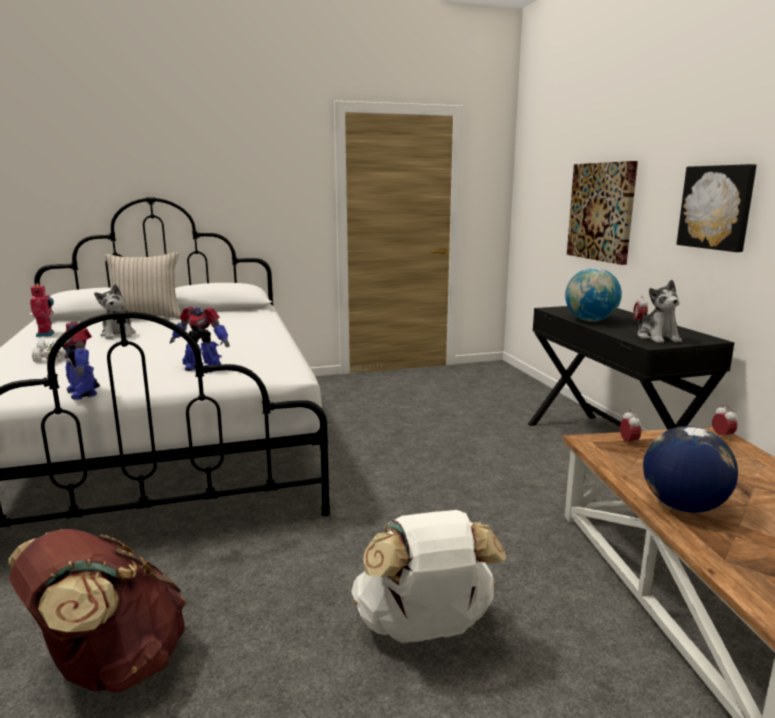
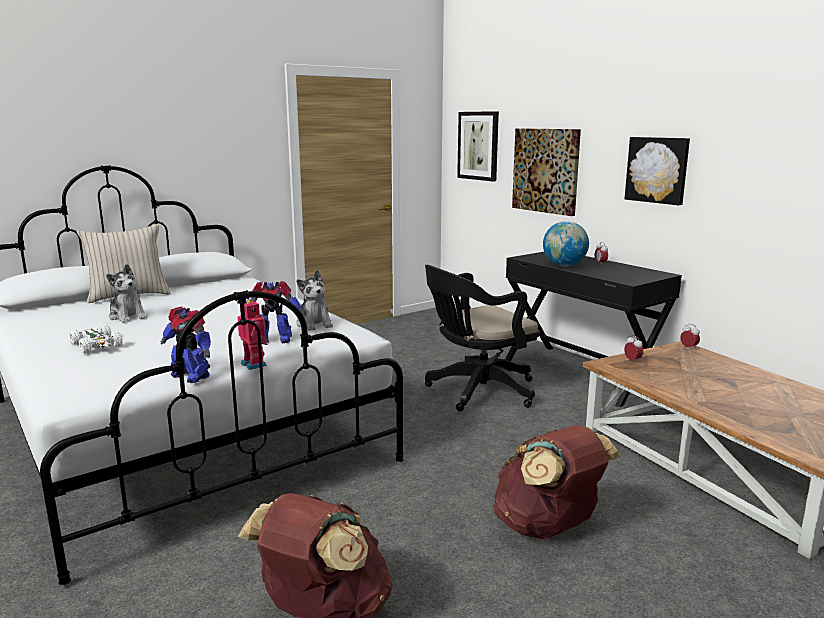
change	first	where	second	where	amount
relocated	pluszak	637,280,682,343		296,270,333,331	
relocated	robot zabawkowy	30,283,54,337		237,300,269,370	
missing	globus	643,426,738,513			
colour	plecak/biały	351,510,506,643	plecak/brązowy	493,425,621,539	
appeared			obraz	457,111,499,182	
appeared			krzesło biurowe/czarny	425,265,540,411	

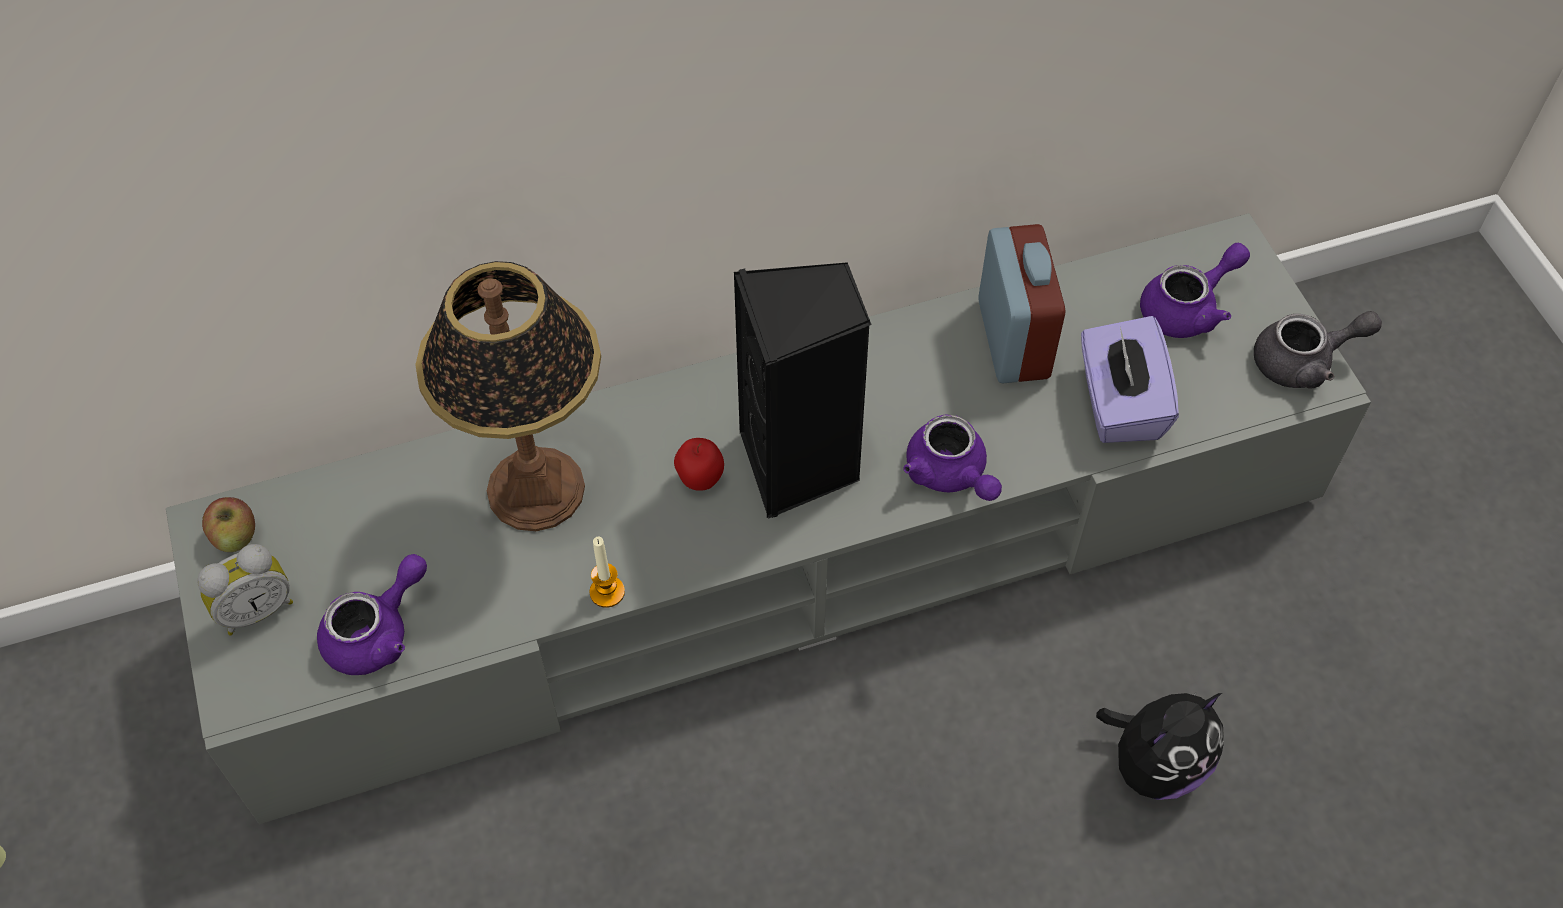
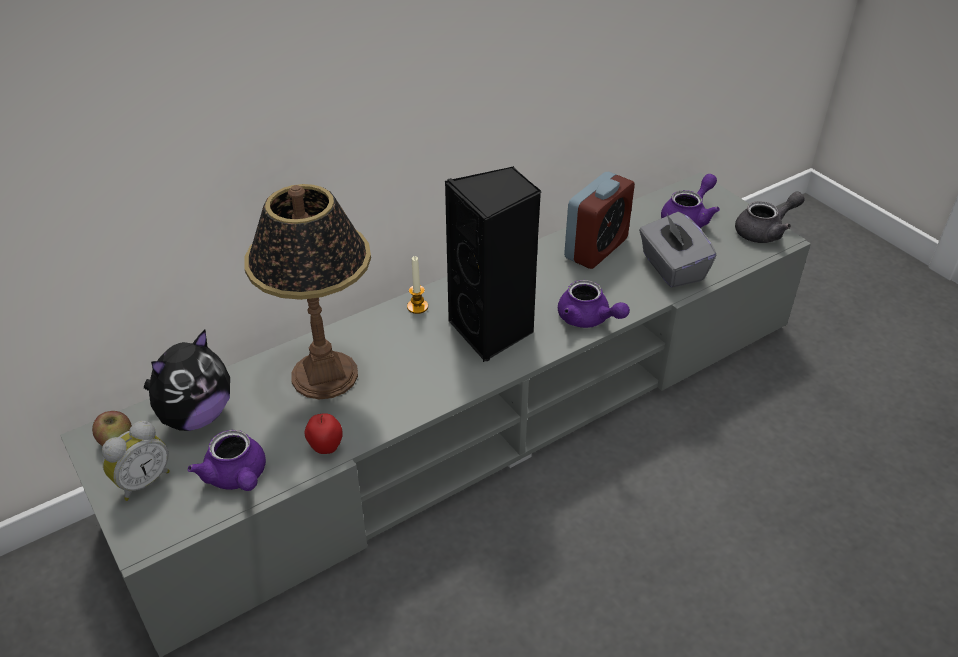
change	first	where	second	where	amount
spun	budzik	979,224,1065,384		564,172,635,269	60 degrees clockwise
colour	pudełko chusteczek/fioletowy	1081,316,1179,443	pudełko chusteczek/szary	639,212,716,288	
relocated	jabłko	674,438,724,491		305,413,343,454	
relocated	świeca	589,537,625,608		407,256,428,314	
spun	imbryk/fioletowy	317,554,427,675		188,430,266,491	120 degrees clockwise
relocated	pluszak	1096,692,1224,800		144,330,230,431	

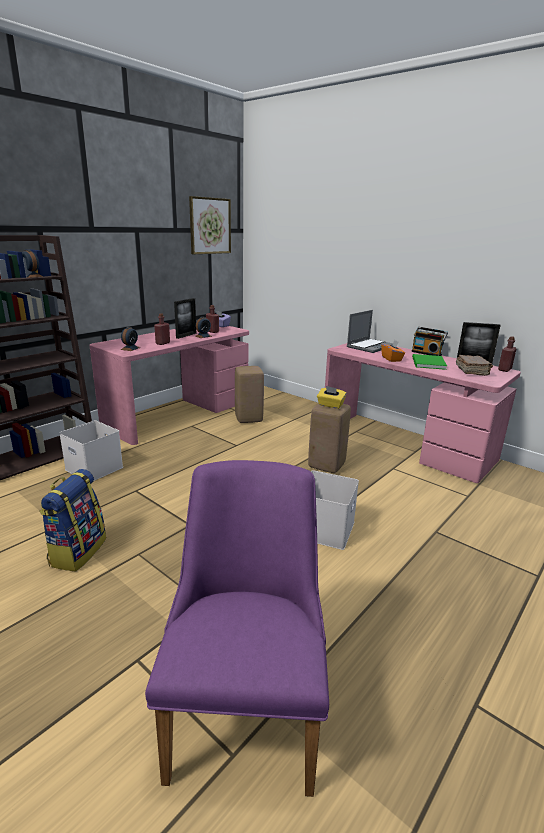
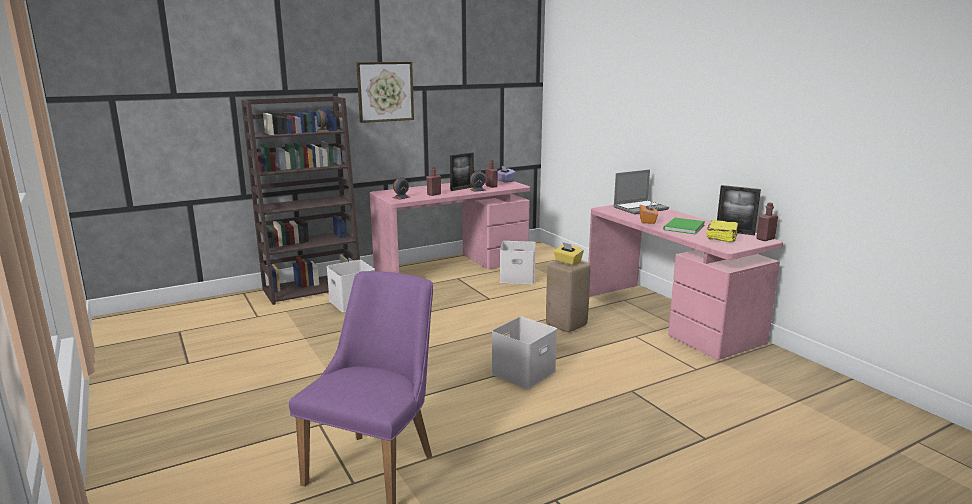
change	first	where	second	where	amount
relocated	obraz	189,196,231,254		356,62,414,123	
missing	radio	411,327,448,356			
colour	książka/brązowy	456,355,493,376	książka/żółty	707,220,738,242	
exchanged	stołek/beżowy	235,366,264,423	pojemnik do przechowywania/biały	500,241,536,284	
missing	plecak	40,469,106,571			

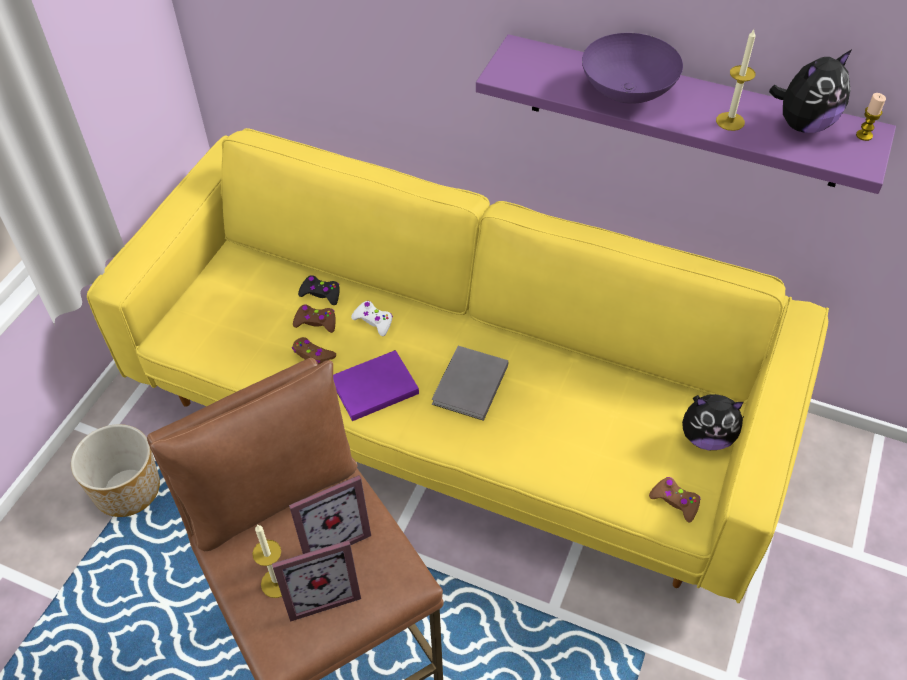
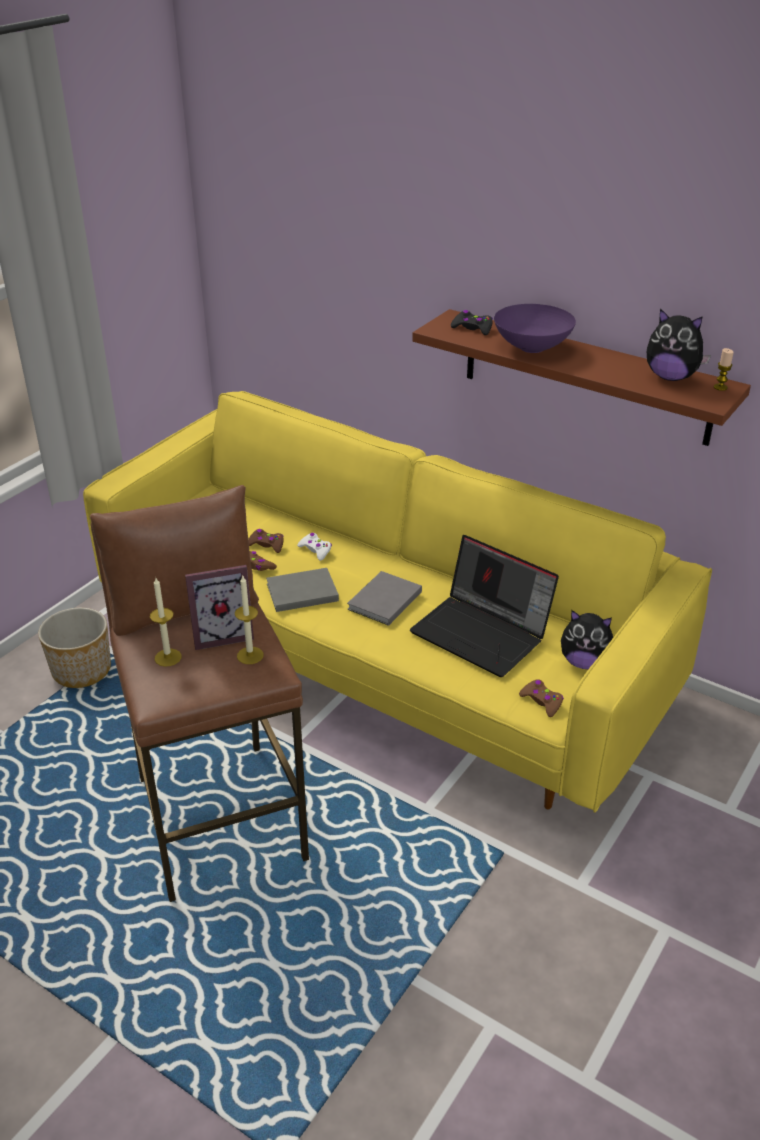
change	first	where	second	where	amount
relocated	świeca	716,30,756,131		235,576,264,664	
colour	półka/fioletowy	476,34,896,194	półka/brązowy	412,309,751,446	
spun	pluszak	769,50,851,133		647,309,711,381	45 degrees clockwise
relocated	pad do gier/czarny	298,275,340,305		451,310,493,335	
colour	książka/fioletowy	333,350,419,421	książka/szary	266,568,339,612	
missing	ramka na zdjęcie	272,540,361,622			
appeared			laptop	410,535,559,677	

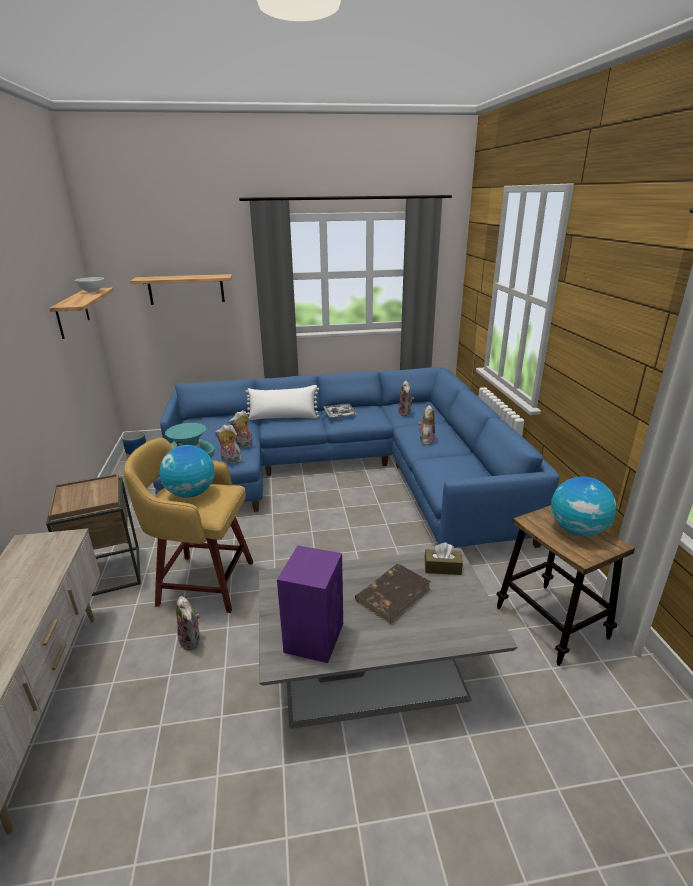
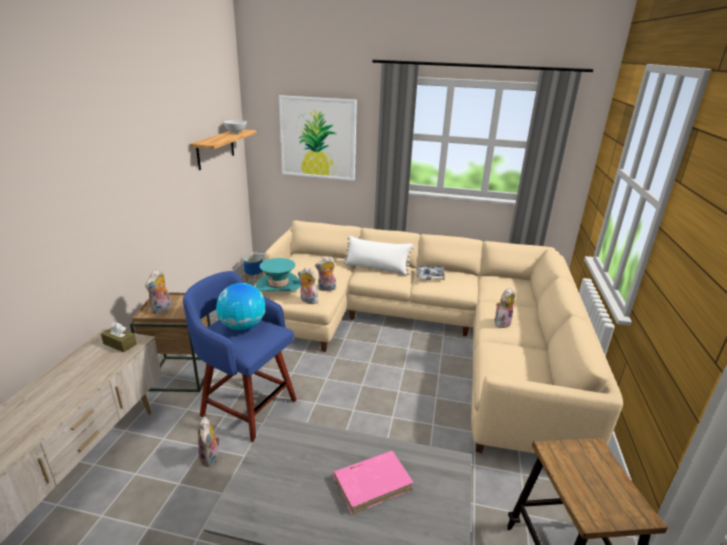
change	first	where	second	where	amount
exchanged	półka	130,274,232,305	obraz	279,95,357,181	
colour	kanapa/niebieski	153,367,559,548	kanapa/beżowy	254,220,623,454	
relocated	pluszak	398,381,414,416		145,269,172,314	
colour	stołek/żółty	124,437,253,613	stołek/niebieski	183,271,297,442	
missing	globus	551,477,617,536			
relocated	pudełko chusteczek/brązowy	425,543,463,575		101,322,137,352	
missing	głośnik/fioletowy	277,545,343,663			
colour	książka/brązowy	355,563,431,624	książka/różowy	333,451,414,515	

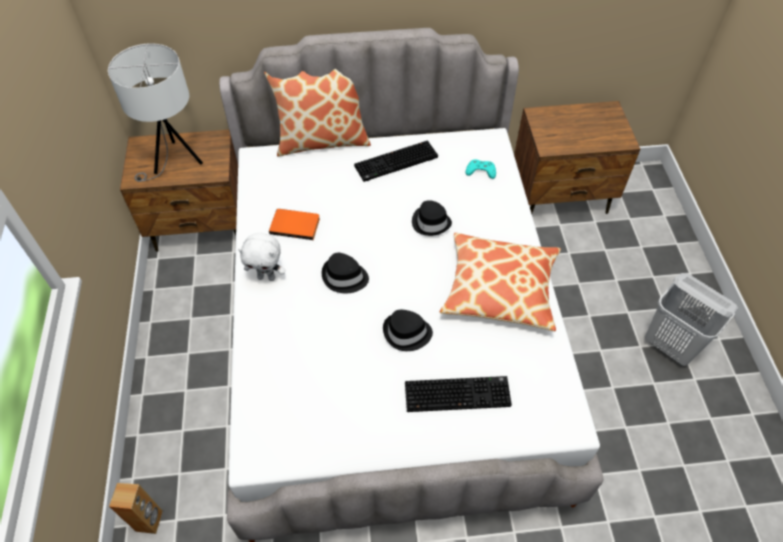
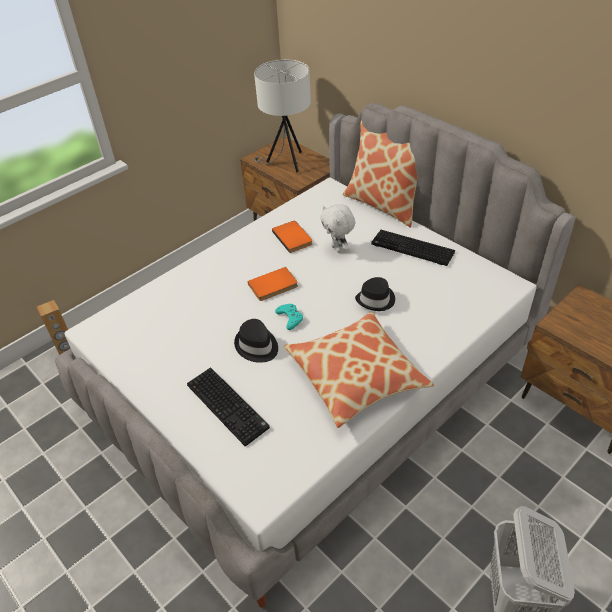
change	first	where	second	where	amount
relocated	pad do gier/turkusowy	466,160,496,179		275,304,303,330	
relocated	pluszak/biały	238,233,286,281		320,204,355,253	
exchanged	kapelusz/czarny	322,253,369,293	książka/pomarańczowy	248,267,298,301	

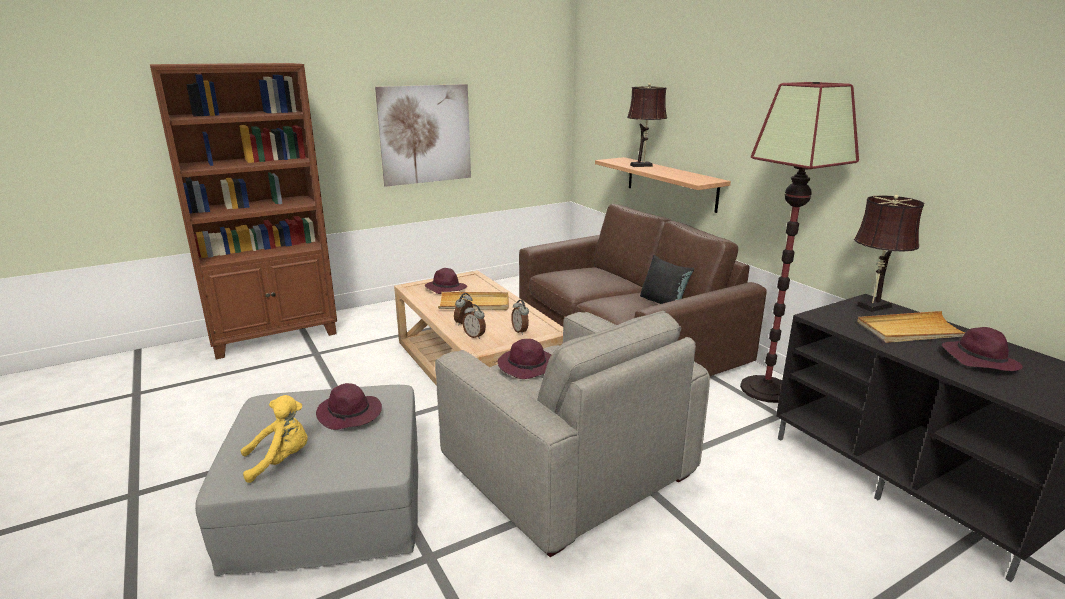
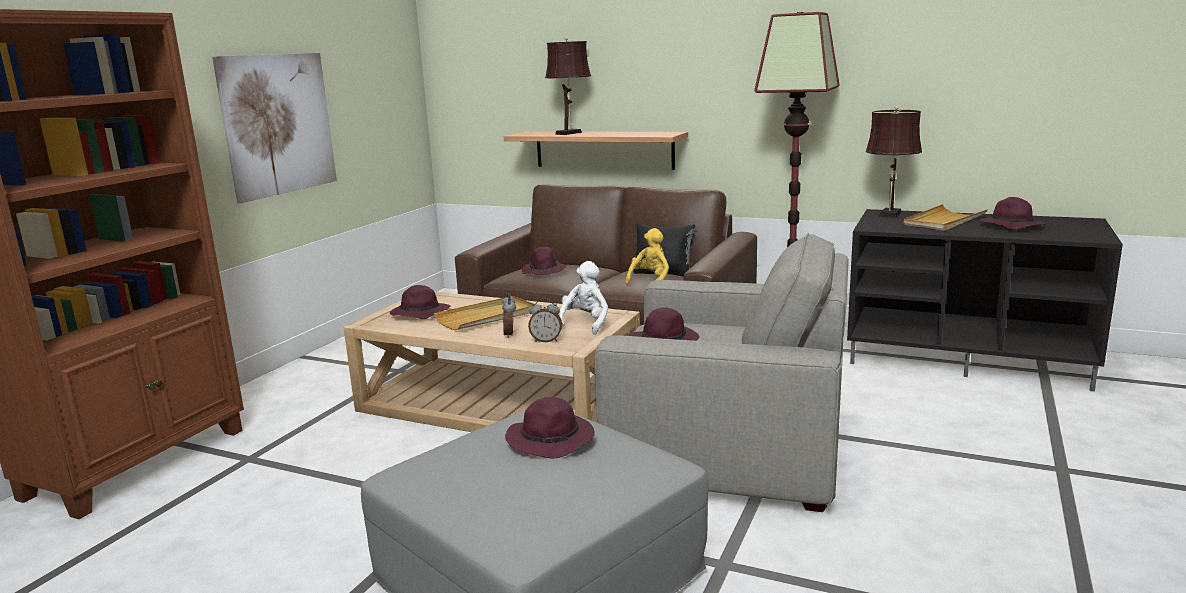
change	first	where	second	where	amount
exchanged	budzik	511,300,529,335	pluszak/biały	559,261,608,335	
relocated	pluszak/żółty	240,395,308,483		625,228,669,285	
appeared			kapelusz/fioletowy	522,247,567,275	

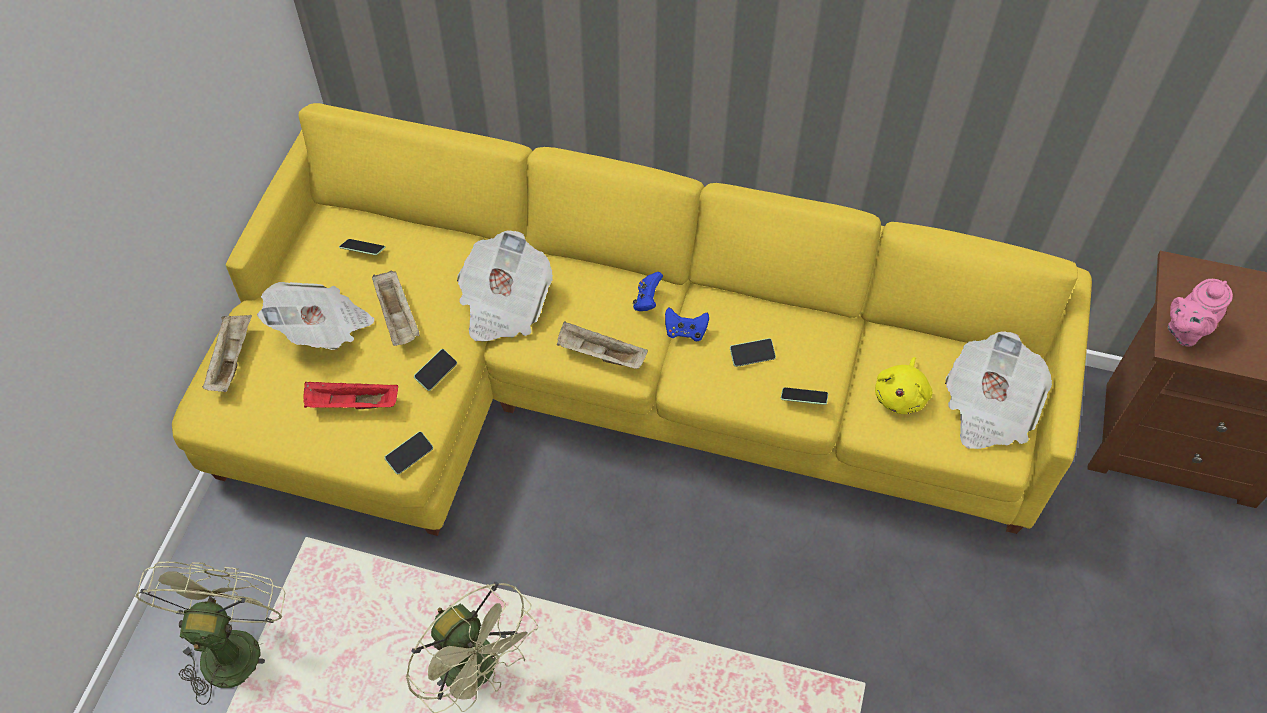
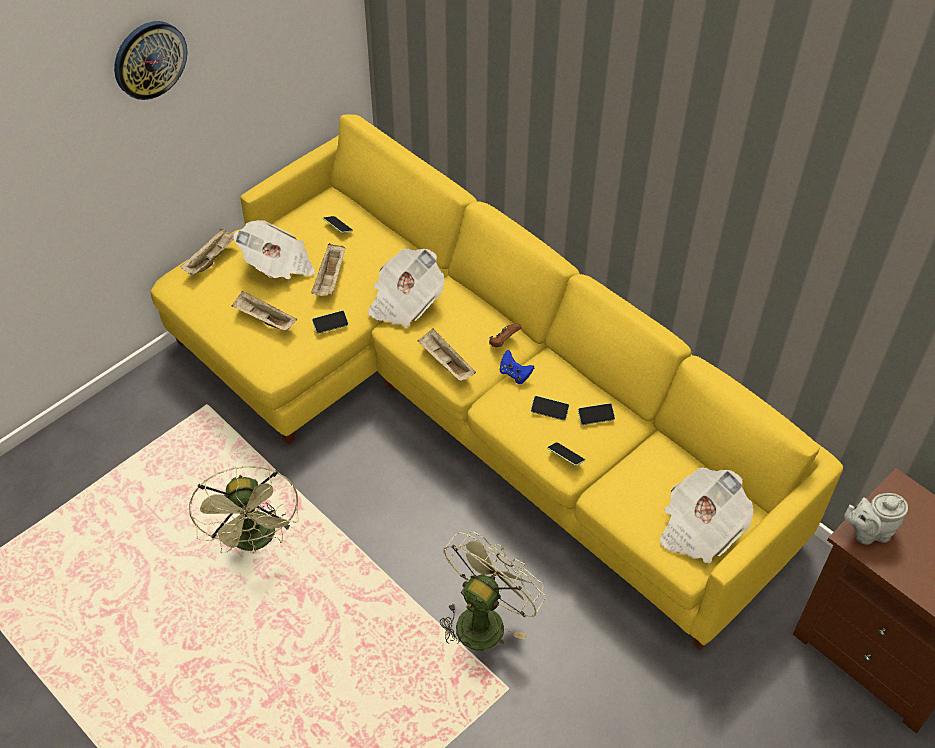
change	first	where	second	where	amount
colour	pad do gier/niebieski	633,272,663,311	pad do gier/brązowy	489,324,522,347	
colour	imbryk/różowy	1168,279,1233,347	imbryk/szary	844,493,908,545	
missing	pluszak/żółty	875,357,932,414			
colour	taca/czerwony	304,382,398,409	taca/beżowy	232,290,297,331	
relocated	telefon	384,431,433,474		578,403,615,425	
relocated	wentylator/zielony	135,562,285,705		440,531,546,651	
appeared			zegar ścienny	114,21,187,100	

